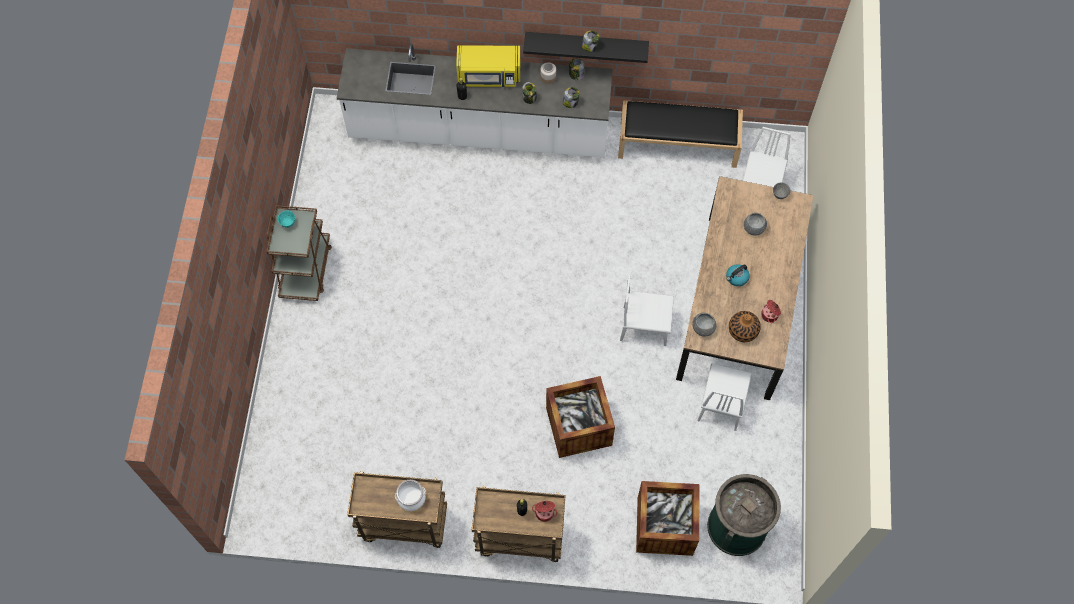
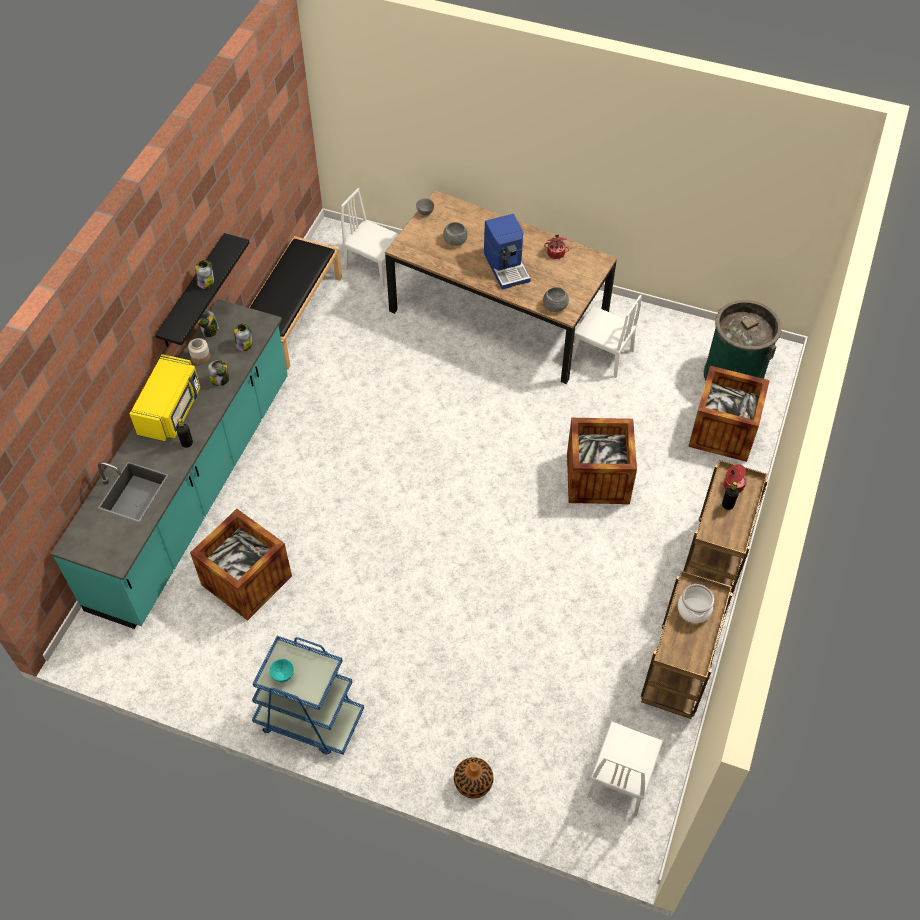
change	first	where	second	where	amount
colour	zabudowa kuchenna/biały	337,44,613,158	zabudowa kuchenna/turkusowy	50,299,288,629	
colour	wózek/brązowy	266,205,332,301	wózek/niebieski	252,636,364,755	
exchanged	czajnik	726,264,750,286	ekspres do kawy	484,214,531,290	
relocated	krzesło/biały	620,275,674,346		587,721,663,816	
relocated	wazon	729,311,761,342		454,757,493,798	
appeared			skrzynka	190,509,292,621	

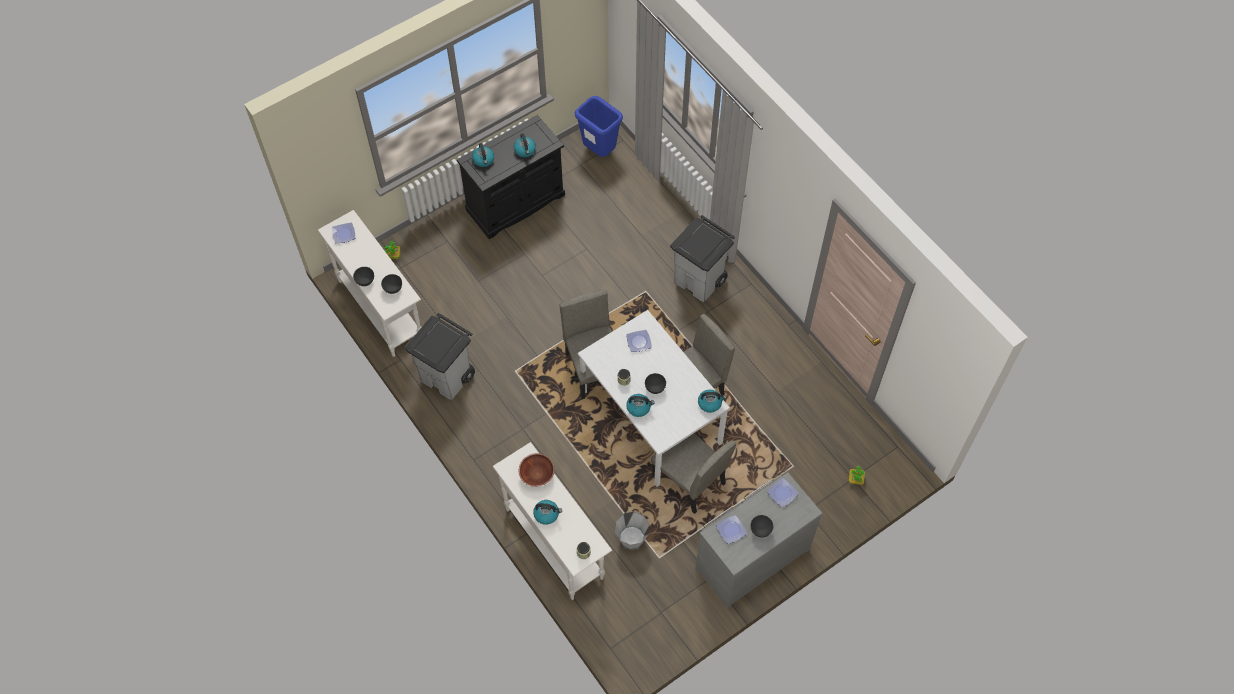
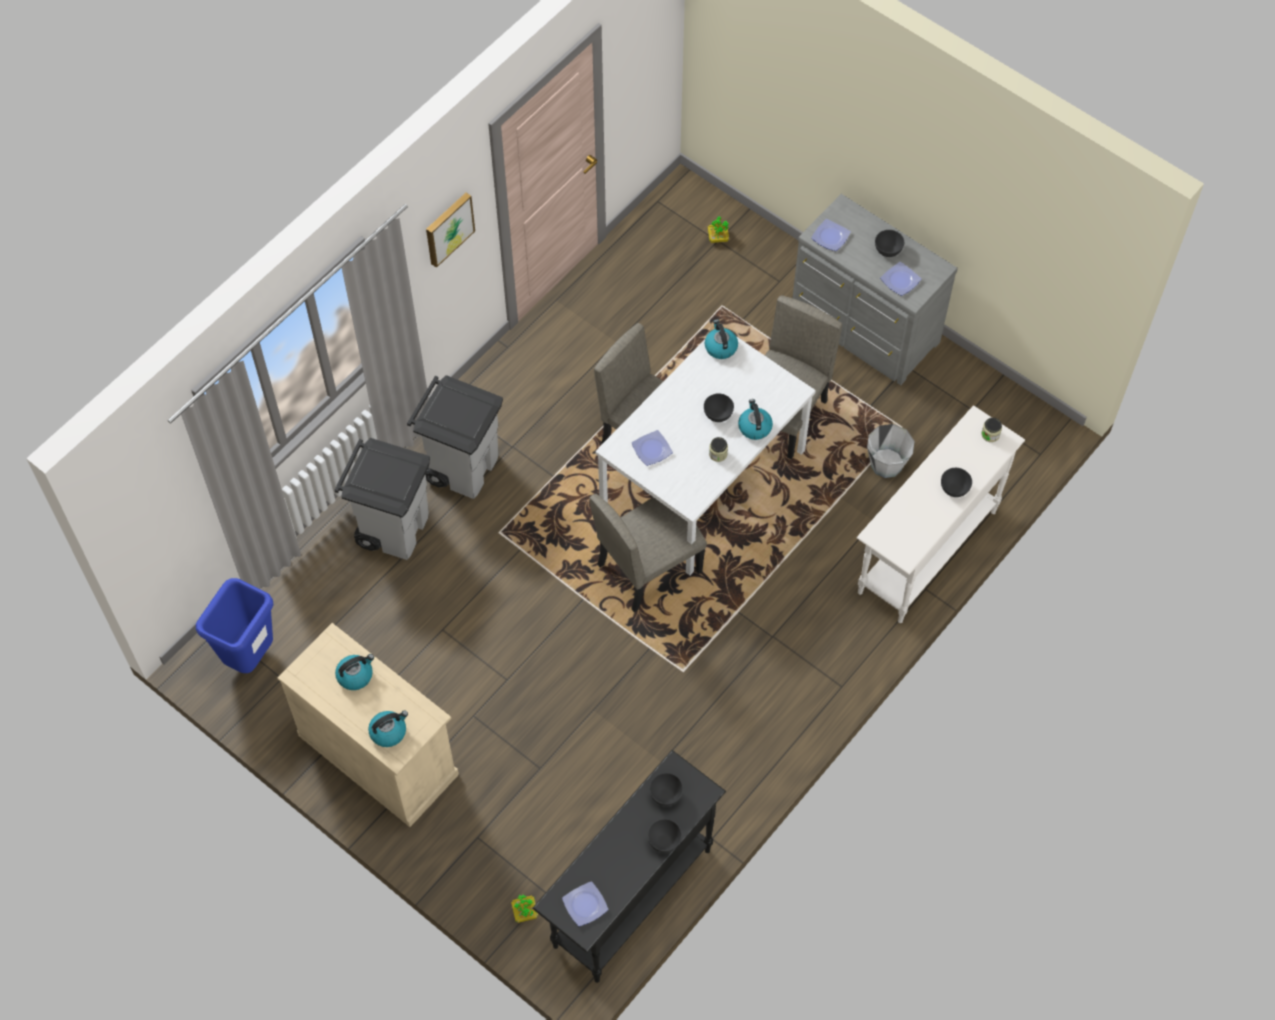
change	first	where	second	where	amount
colour	szafka/czarny	457,115,565,239	szafka/beżowy	277,623,459,827	
colour	stolik konsolowy/biały	318,210,421,357	stolik konsolowy/czarny	532,750,726,983	
relocated	kosz na śmieci/szary	404,313,475,400		335,438,430,560	
missing	miska/brązowy	519,453,555,487			
exchanged	czajnik	533,500,562,525	miska/szary	941,468,972,497	
appeared			obraz	426,193,475,268	

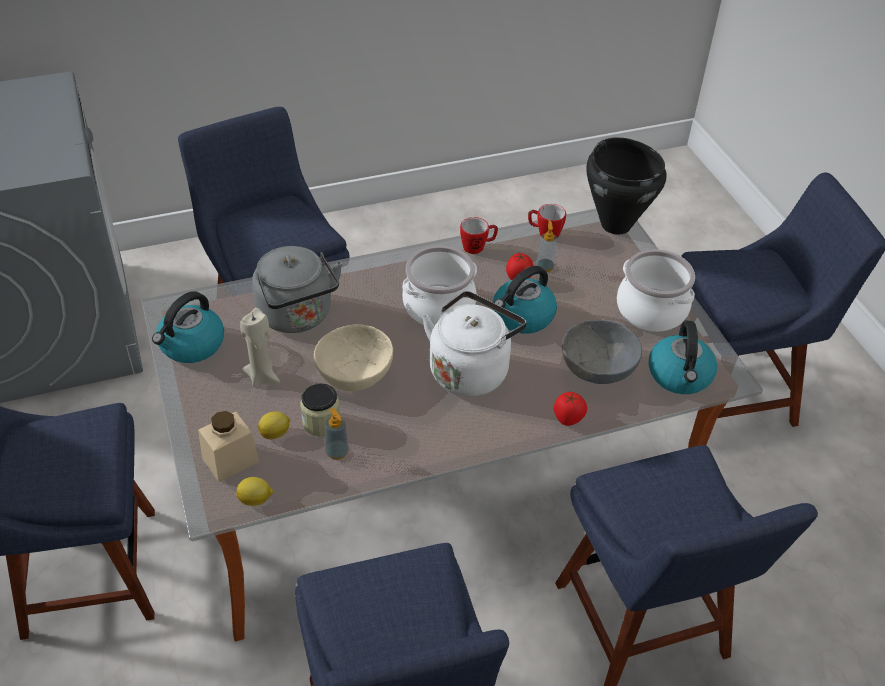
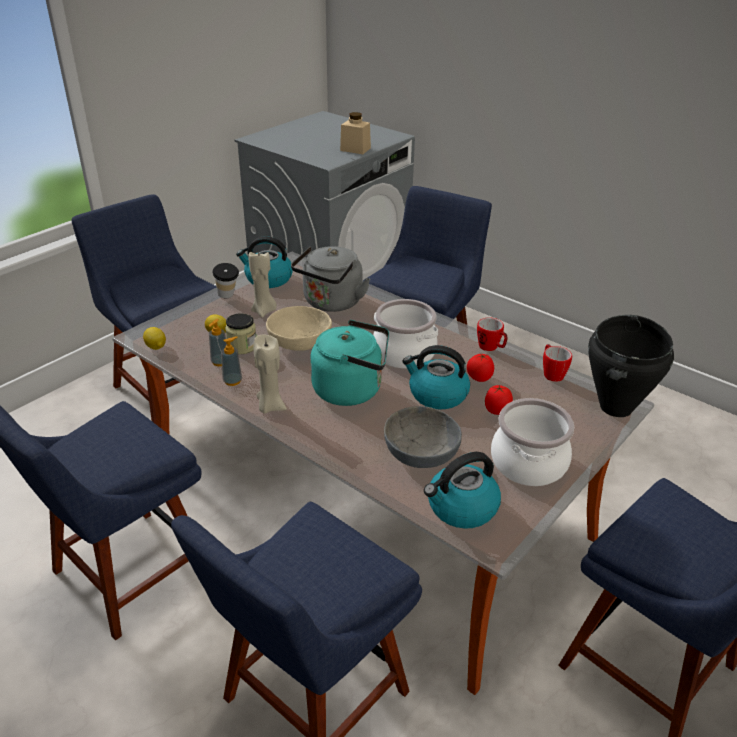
change	first	where	second	where	amount
relocated	dozownik mydła	536,220,558,272		221,336,242,386	
colour	czajnik/biały	422,291,526,397	czajnik/turkusowy	310,320,389,406	
relocated	pomidor	554,392,587,426		485,385,513,415	
relocated	słoik/beżowy	198,411,259,482		340,112,371,154	
appeared			filiżanka	212,263,239,298	
appeared			świeca/beżowy	254,334,287,413	

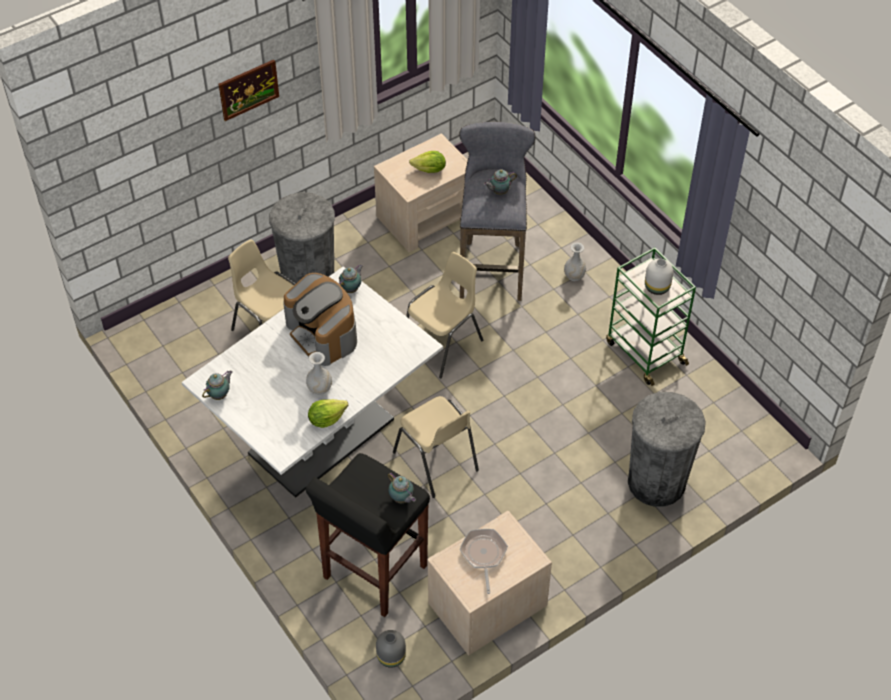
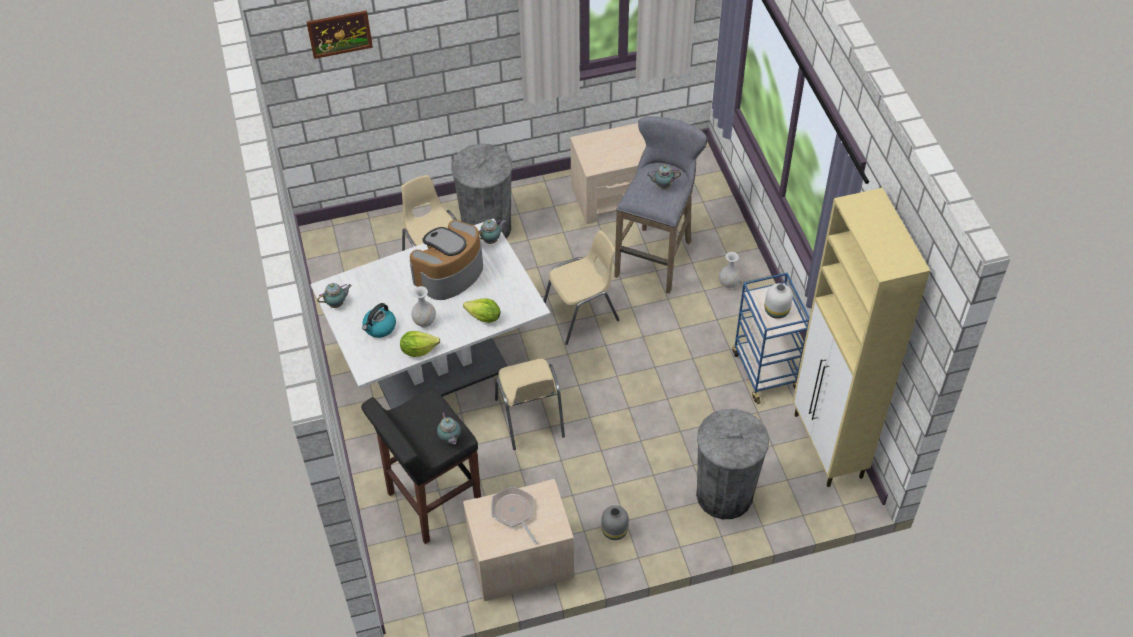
change	first	where	second	where	amount
relocated	obraz	219,60,279,121		306,10,373,59	
relocated	sałata	409,151,446,173		463,298,501,323	
colour	wózek/zielony	606,247,696,386	wózek/niebieski	732,273,810,404	
spun	ekspres do kawy	283,273,357,366		410,220,483,300	60 degrees clockwise
spun	patelnia	460,529,508,594		491,486,538,545	45 degrees counterclockwise
relocated	wazon/szary	376,630,406,668		601,505,629,540	
appeared			szafka/beżowy	793,188,930,487	
appeared			czajnik	362,303,396,338	

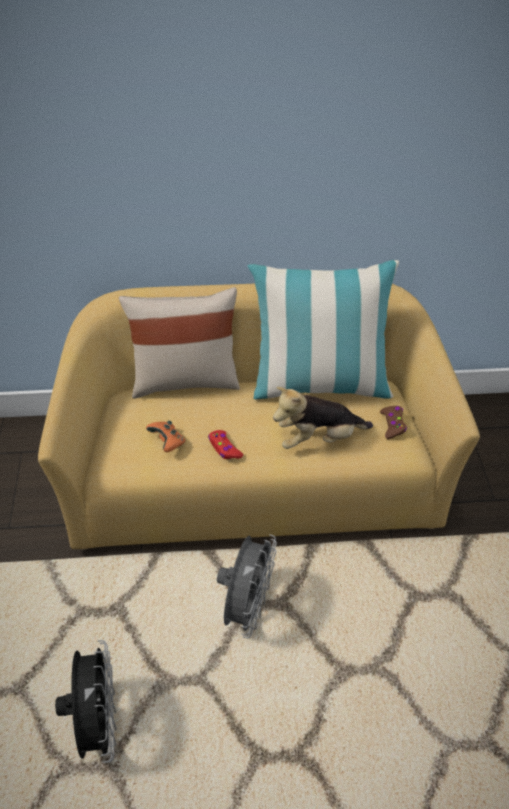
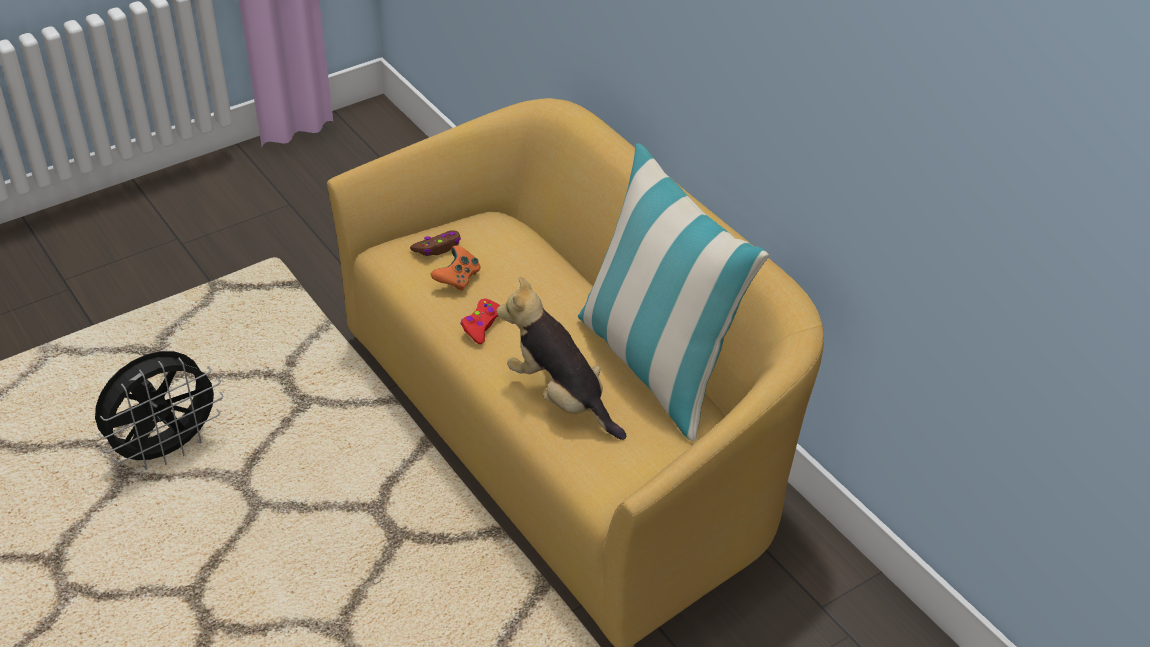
change	first	where	second	where	amount
missing	poduszka/beżowy	119,287,240,399			
relocated	pad do gier/brązowy	380,406,407,439		410,230,461,256	
missing	wentylator/szary	217,534,277,638			

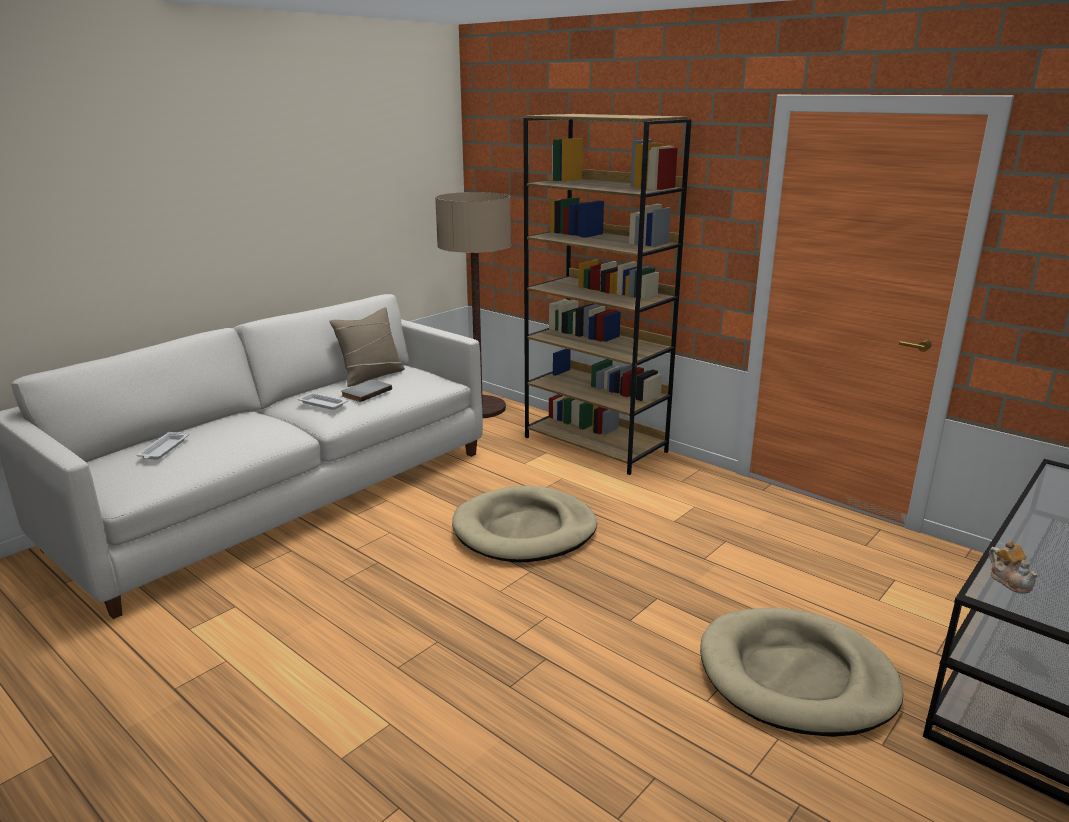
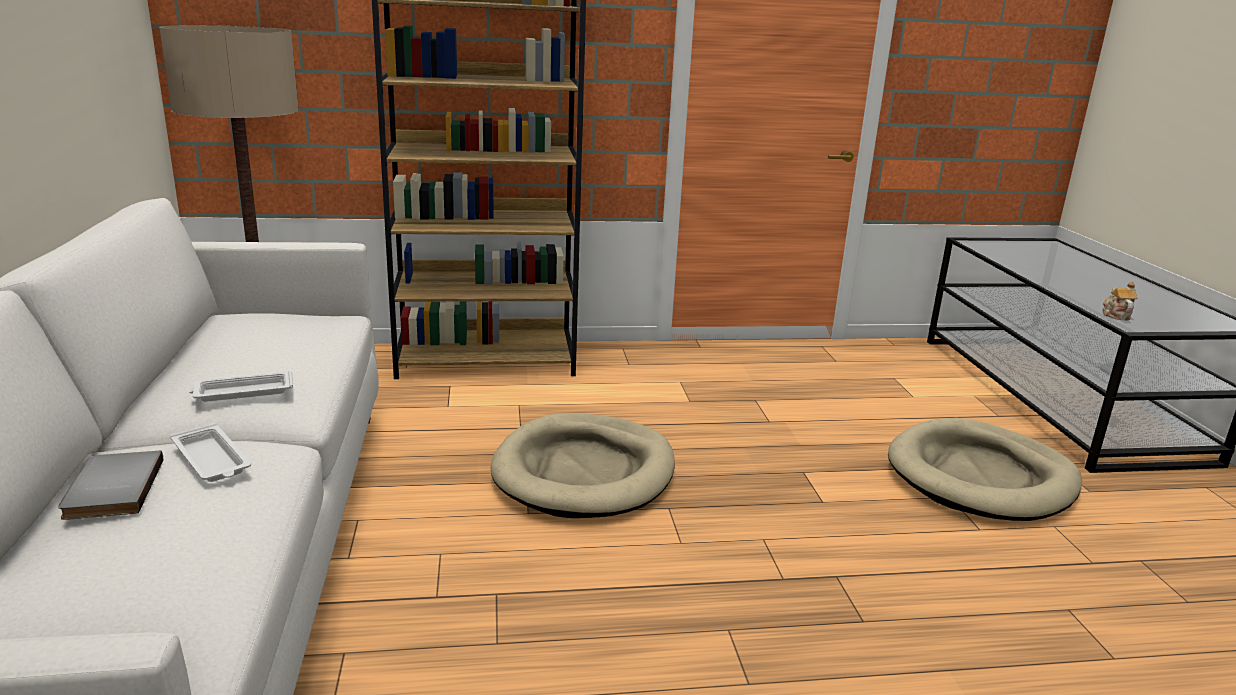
change	first	where	second	where	amount
missing	poduszka/beżowy	329,307,405,387			
relocated	książka/szary	341,380,392,402		58,451,163,520	
relocated	taca/biały	137,432,189,460		170,423,251,482	
spun	imbryk	989,541,1040,594		1102,282,1138,320	105 degrees counterclockwise

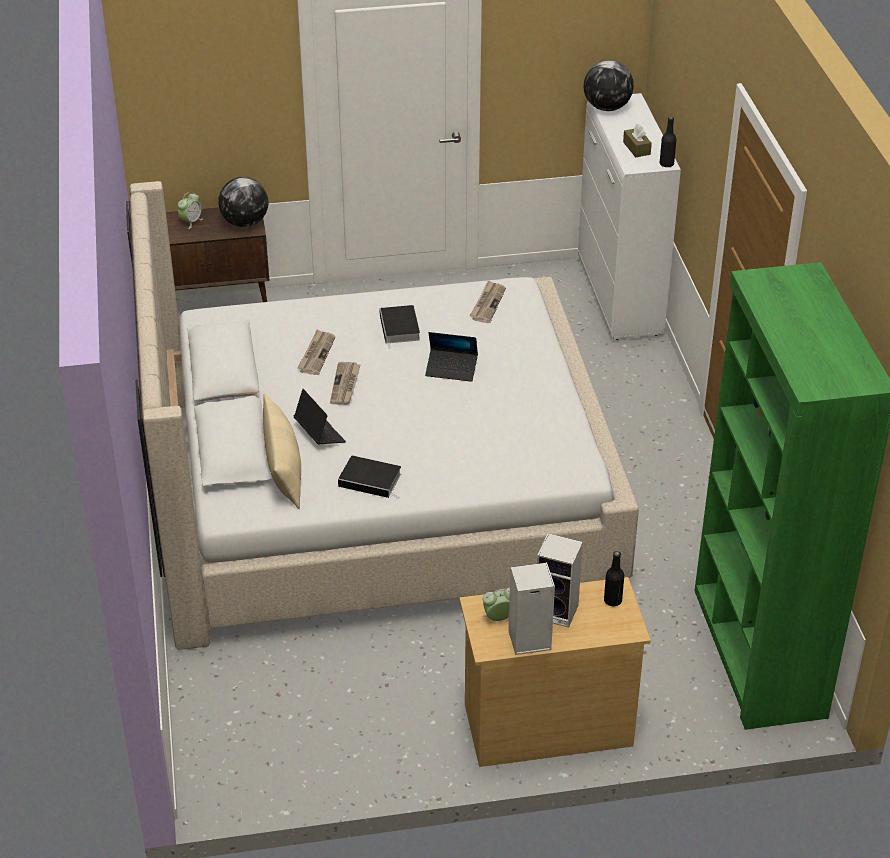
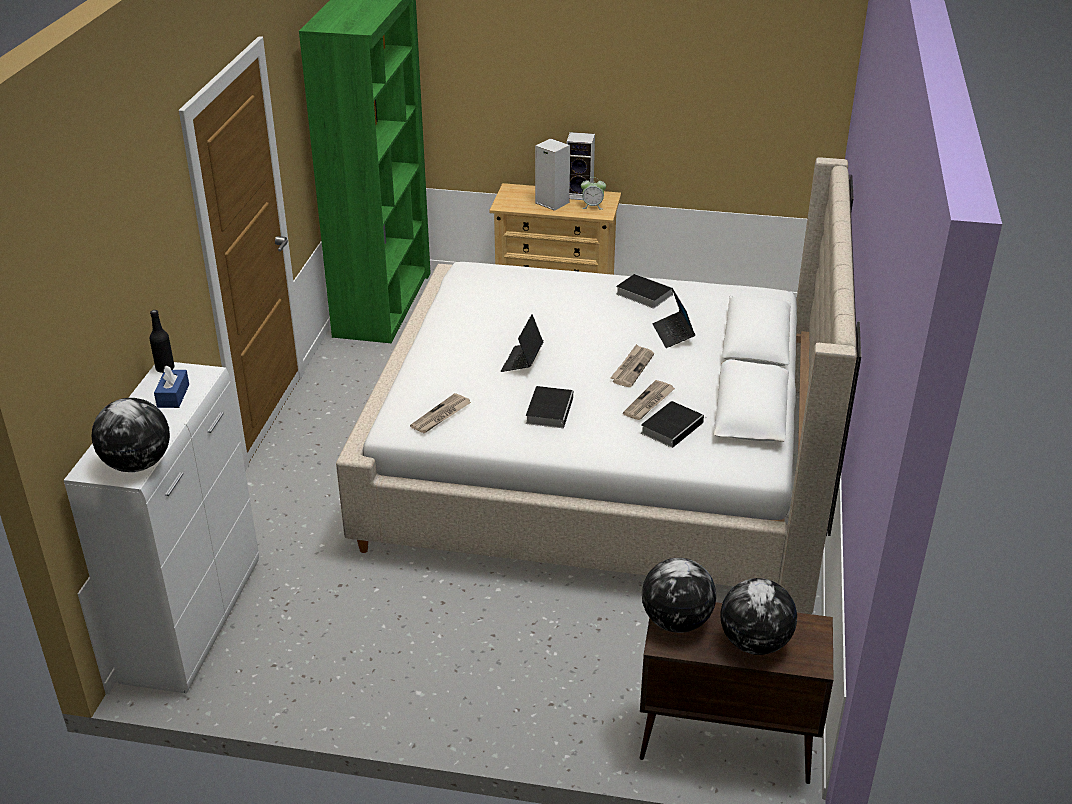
change	first	where	second	where	amount
colour	pudełko chusteczek/brązowy	623,124,652,157	pudełko chusteczek/niebieski	154,365,189,408	
exchanged	budzik	178,192,203,229	globus	720,578,797,655	
spun	laptop	425,332,478,382		501,314,543,372	105 degrees counterclockwise
missing	poduszka/beżowy	263,393,301,509			
missing	butelka/czarny	604,551,624,606			
appeared			książka	641,401,706,448	

